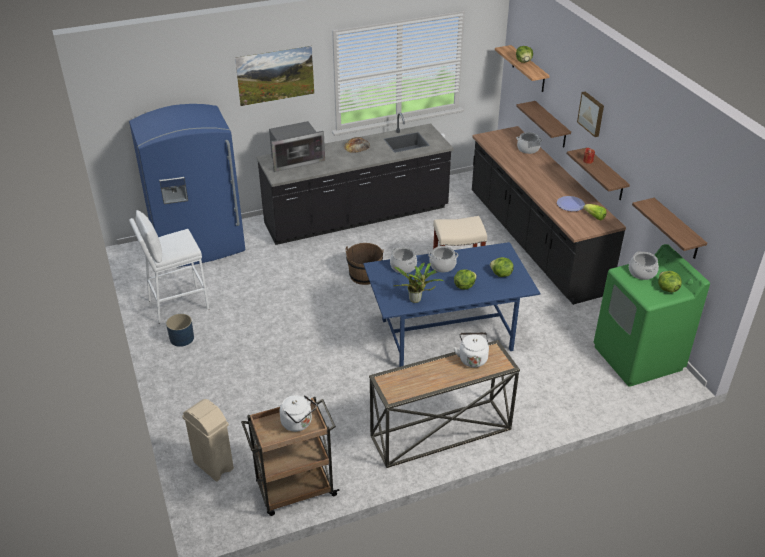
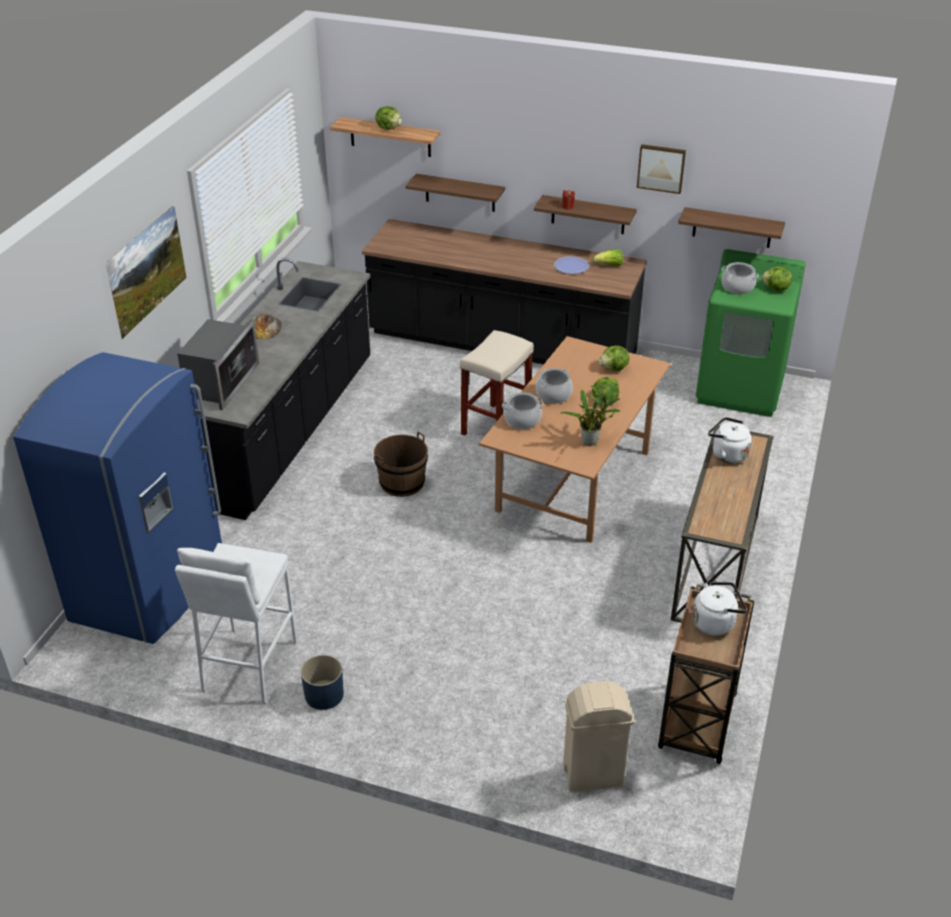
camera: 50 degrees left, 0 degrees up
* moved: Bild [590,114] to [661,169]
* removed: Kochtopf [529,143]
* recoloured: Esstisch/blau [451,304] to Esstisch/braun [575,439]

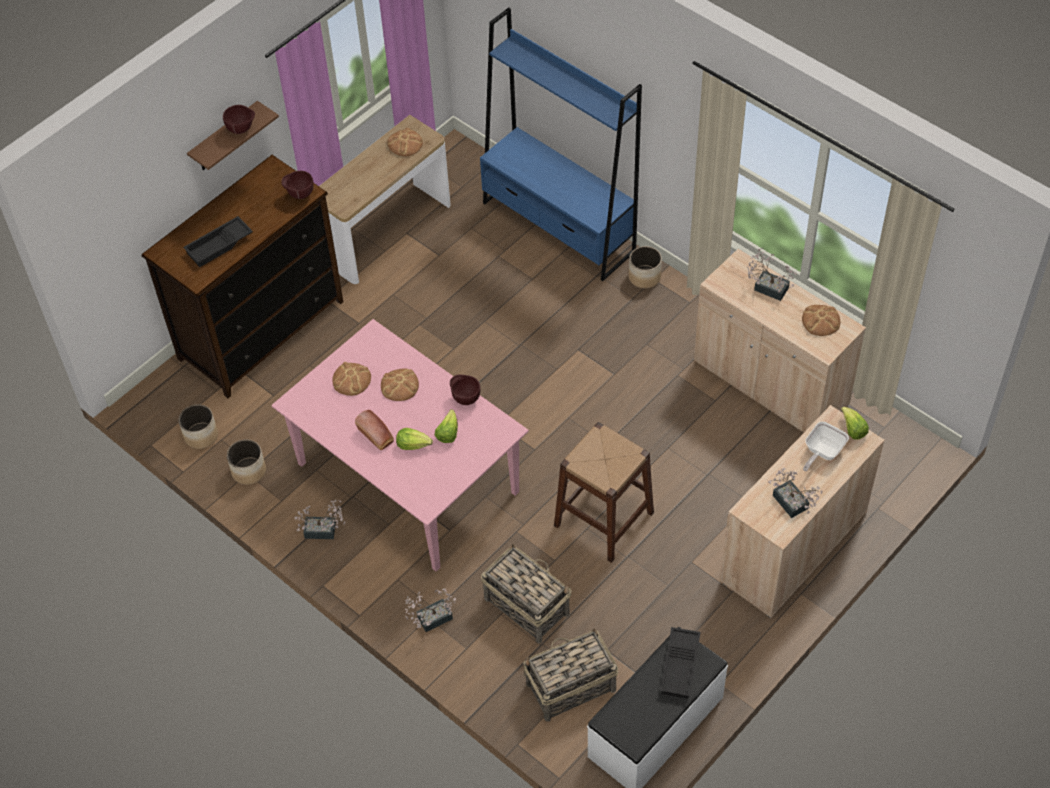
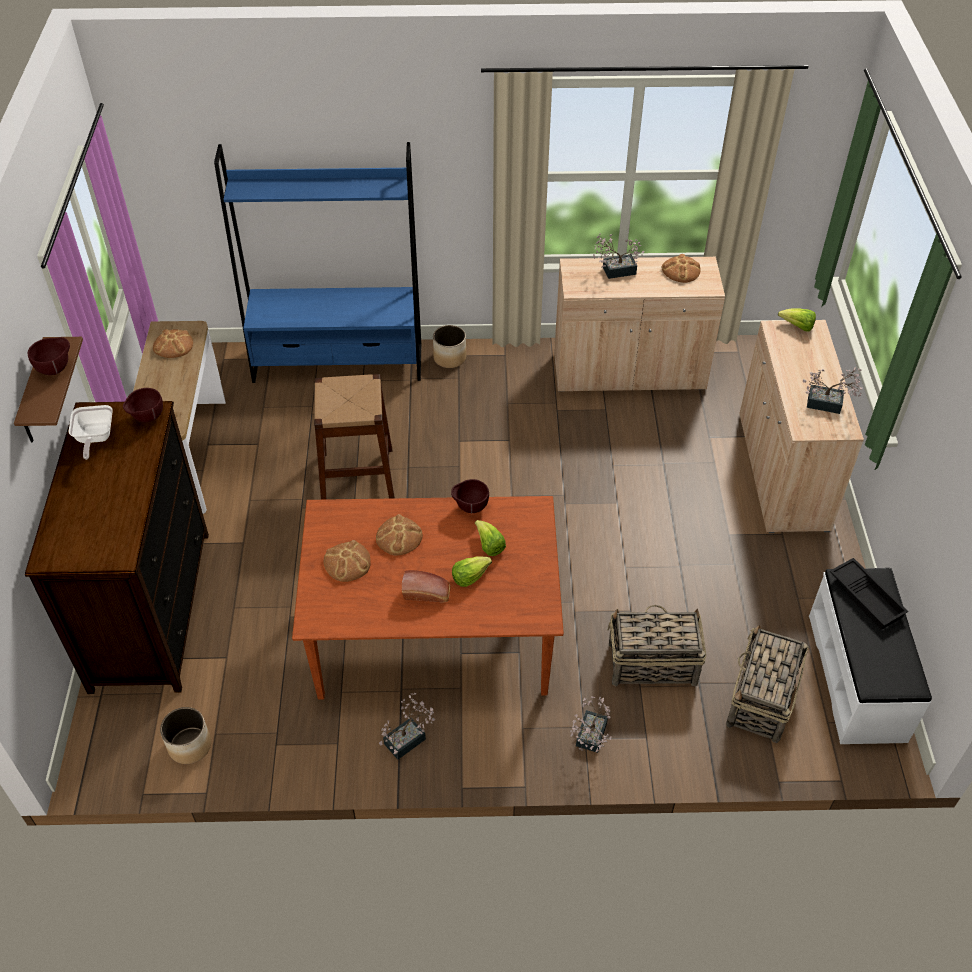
camera: 45 degrees left, 5 degrees down
* removed: Tablett/schwarz [218,241]
* recoloured: Esstisch/rosa [400,445] to Esstisch/braun [428,598]
* moved: Hocker/braun [604,492] to [354,437]
* moved: Pfanne [826,446] to [91,432]
* removed: Pflanzkübel [246,462]

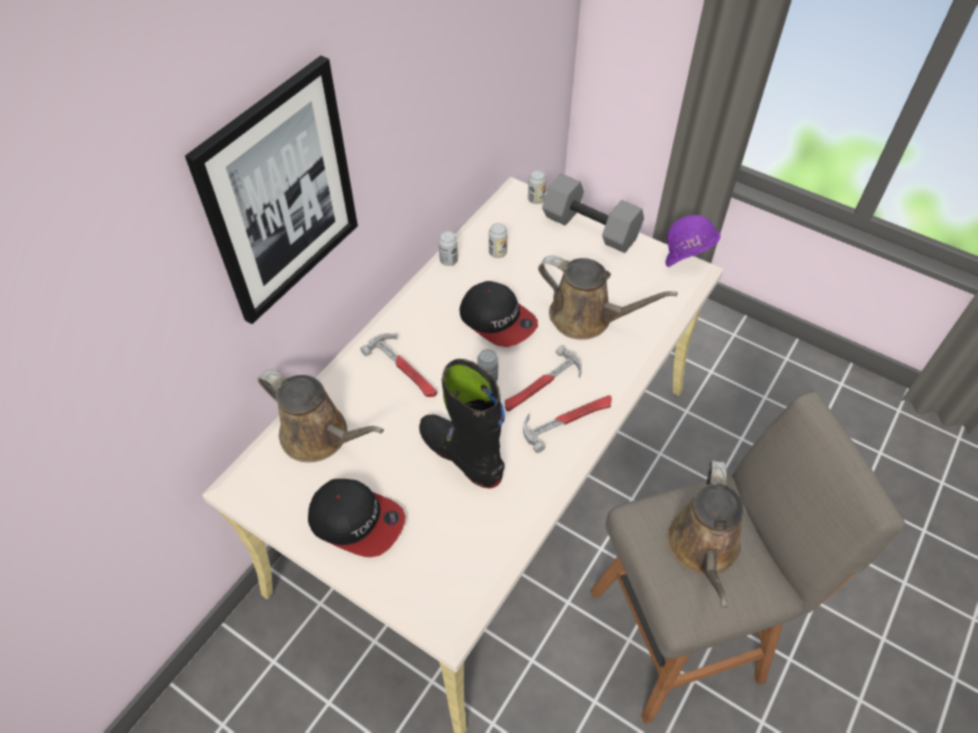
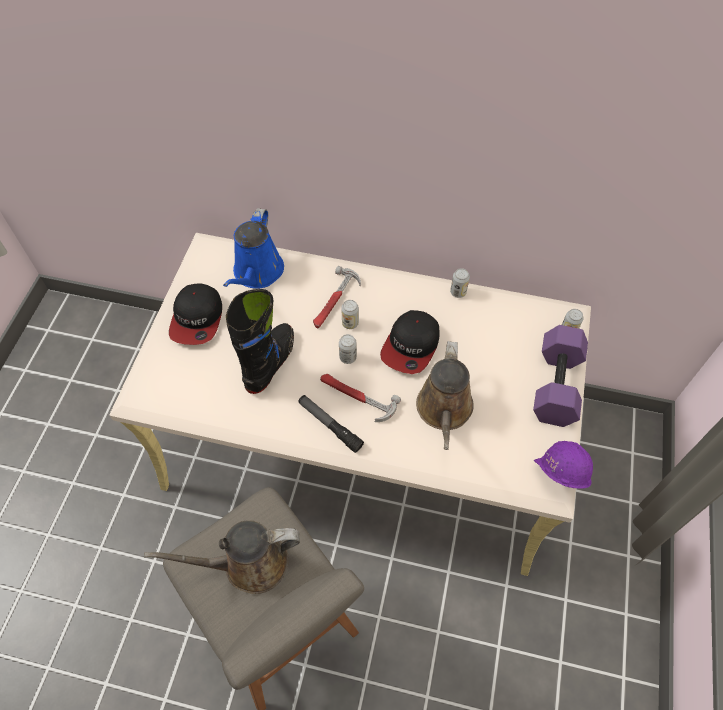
camera: 70 degrees right, 5 degrees up
* removed: Bild [271,190]
* recoloured: Hantel/grau [593,213] to Hantel/lila [560,376]
* moved: Dose [498,240] to [350,314]
* recoloured: Gießkanne/braun [321,415] to Gießkanne/blau [253,248]
* replaced: Hammer [567,424] to Taschenlampe [331,424]

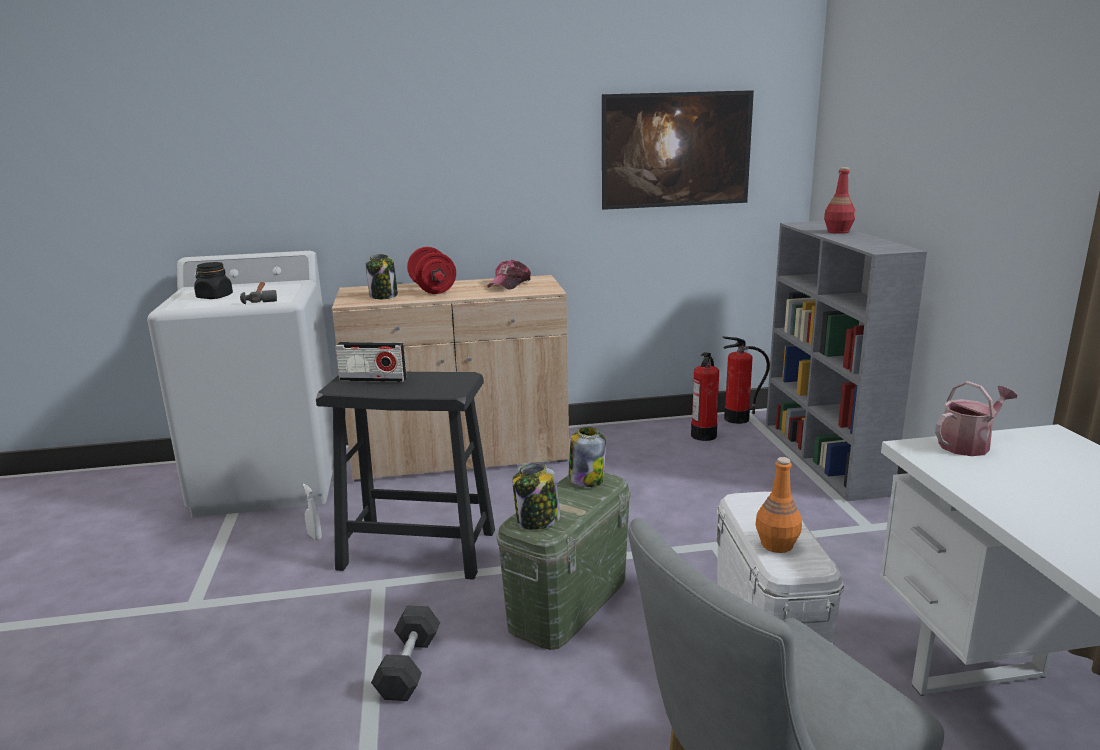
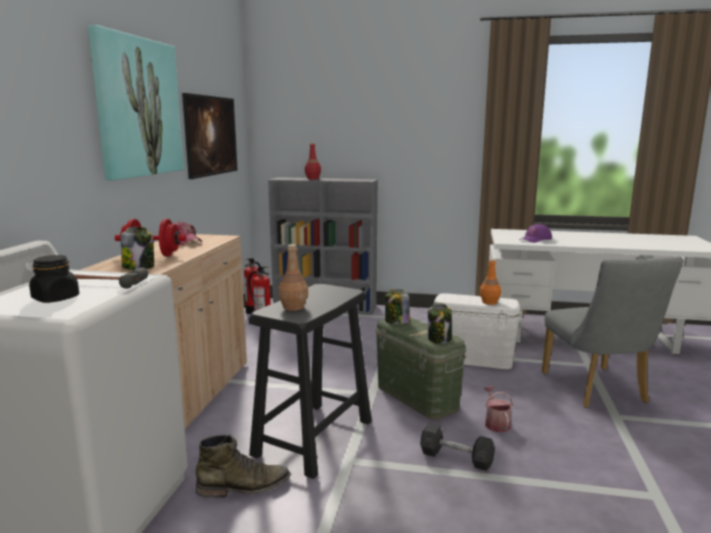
camera: 70 degrees left, 5 degrees down
* replaced: Radio [371,362] to Flasche/braun [293,277]
* moved: Gießkanne [976,418] to [498,409]
* replaced: Sprühflasche/weiß [312,512] to Stiefel/grün [243,466]
* added: Bild [136,102]
* added: Kappe/lila [536,233]

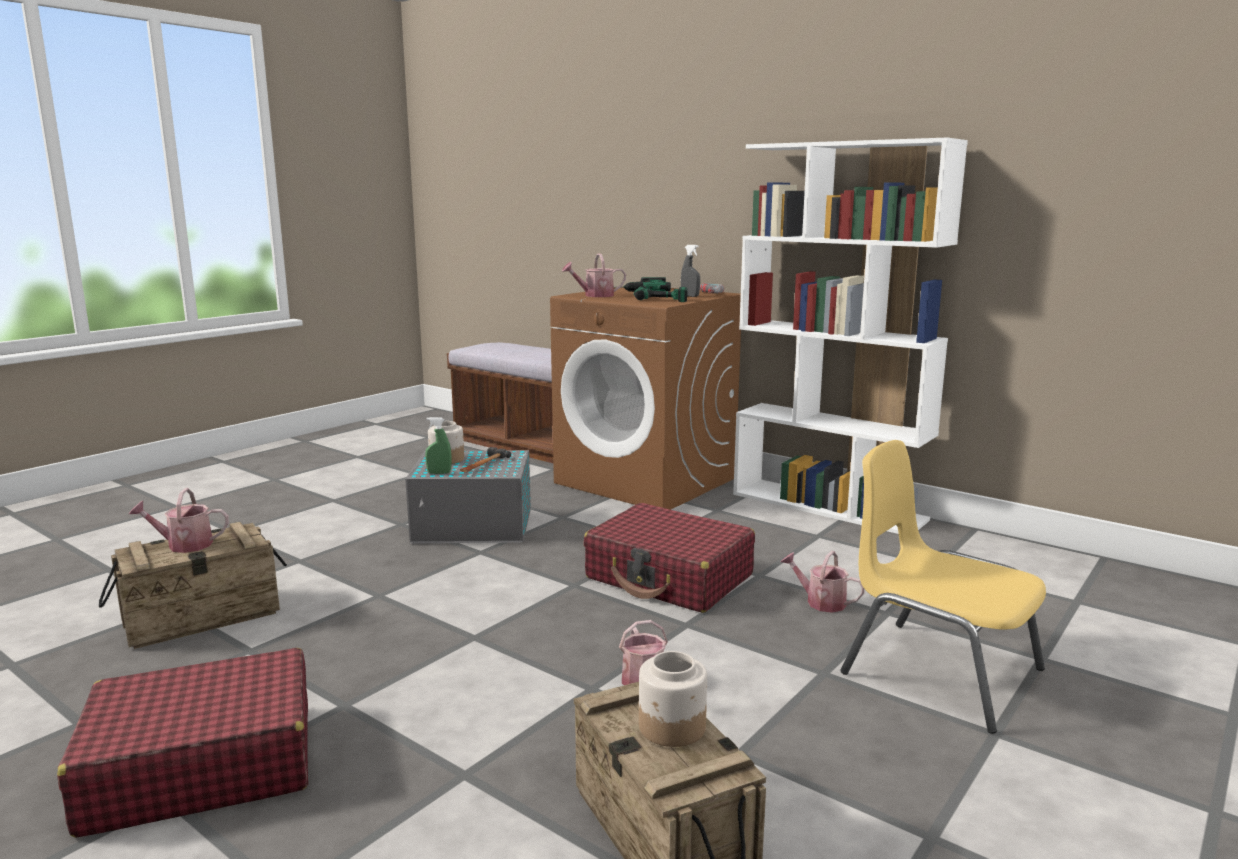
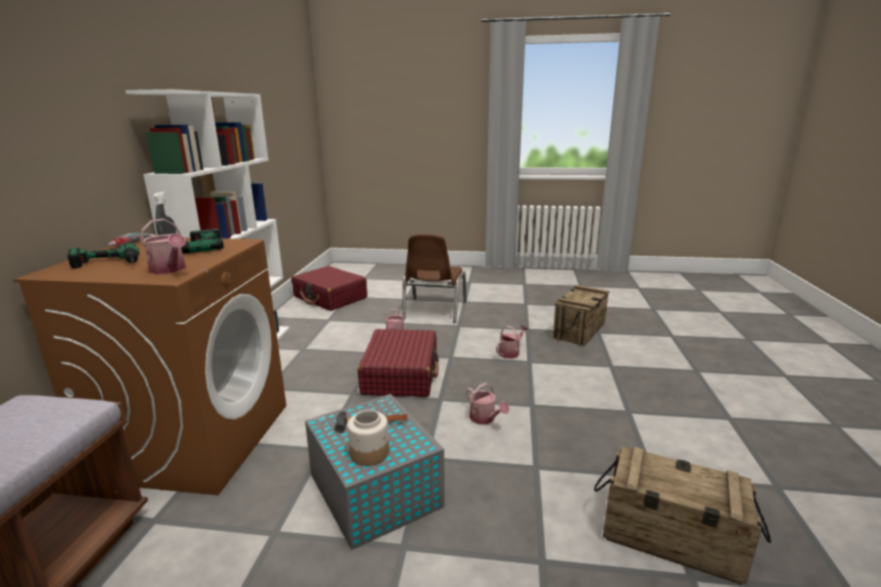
camera: 120 degrees left, 5 degrees up
* removed: Sprühflasche/grün [438,445]
* recoloured: Stuhl/gelb [943,587] to Stuhl/braun [434,278]
* moved: Gießkanne [179,520] to [487,403]
* moved: Koffer/rot [182,743] to [329,288]
* removed: Vorratsglas [673,699]

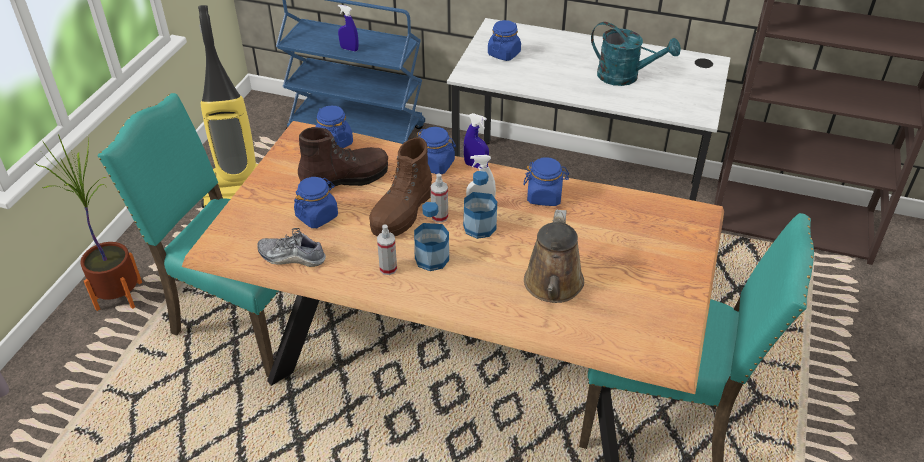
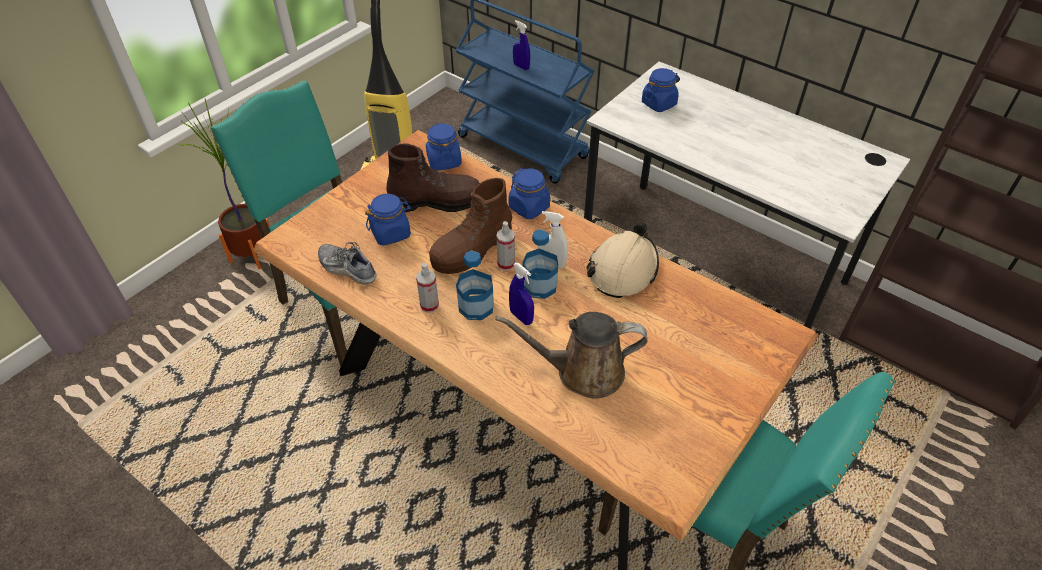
camera: 20 degrees right, 5 degrees up
* removed: Gießkanne/türkis [636,54]
* moved: Sprühflasche/blau [476,140] to [521,293]
* replaced: Vorratsglas/blau [546,181] to Schutzhelm/beige [623,260]
* turned: Gießkanne/braun [554,256] = [571,355] 60 degrees clockwise

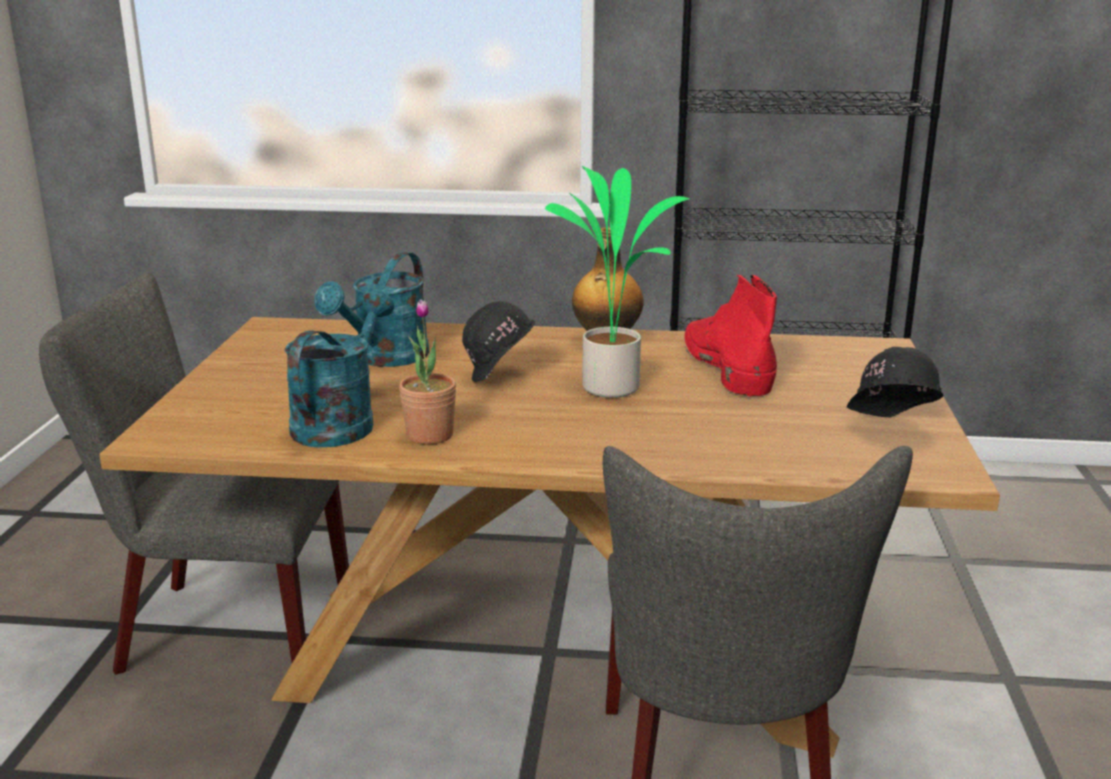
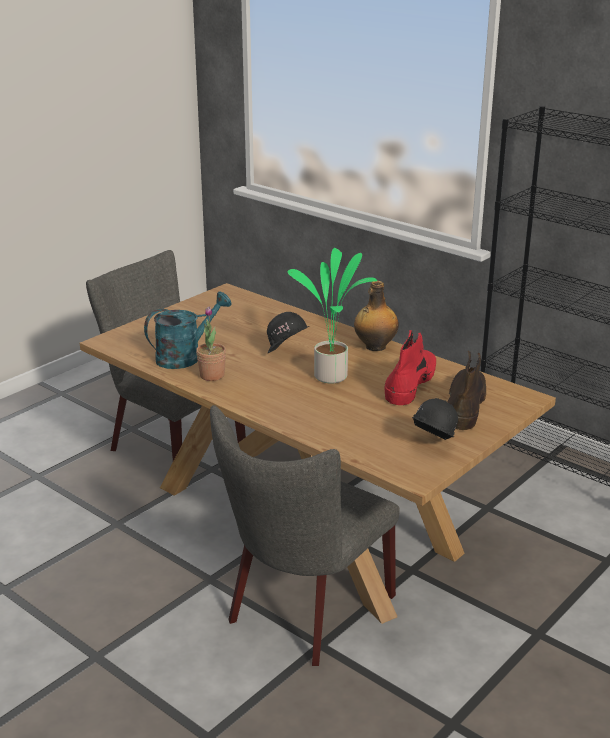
camera: 35 degrees right, 5 degrees up
* removed: Gießkanne/türkis [372,309]
* added: Stiefel/braun [467,390]

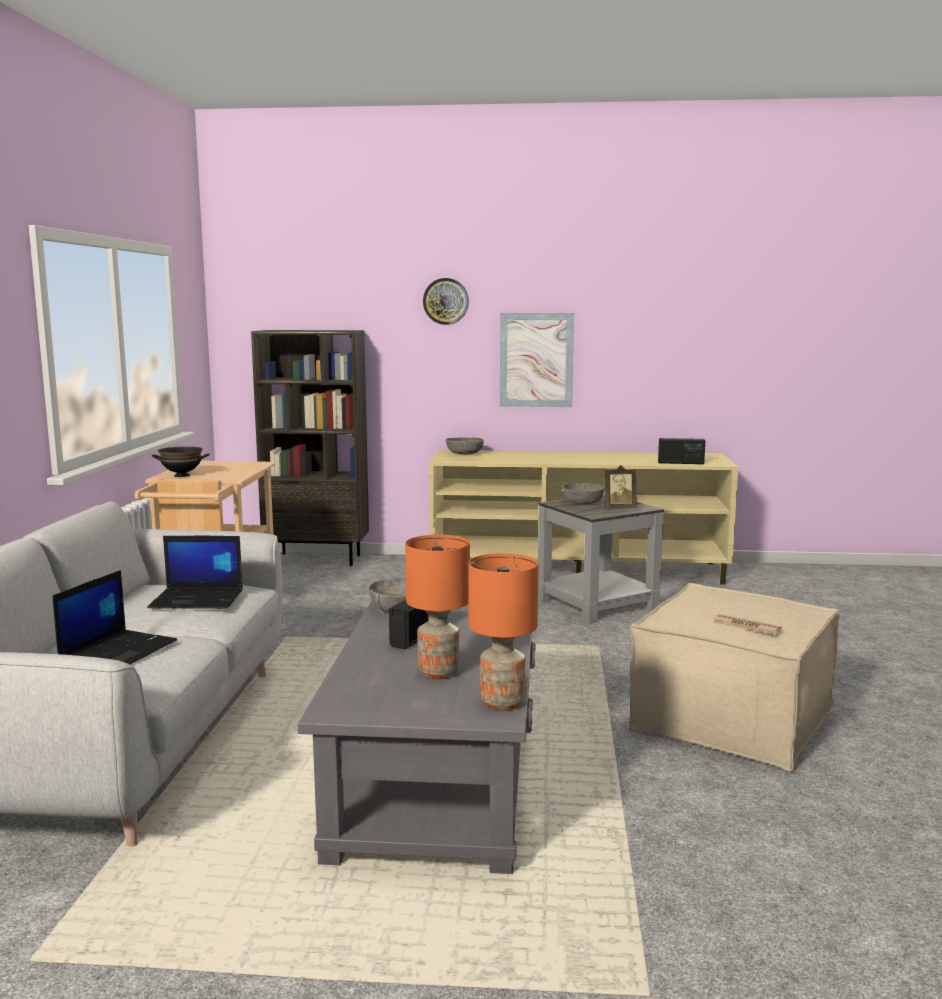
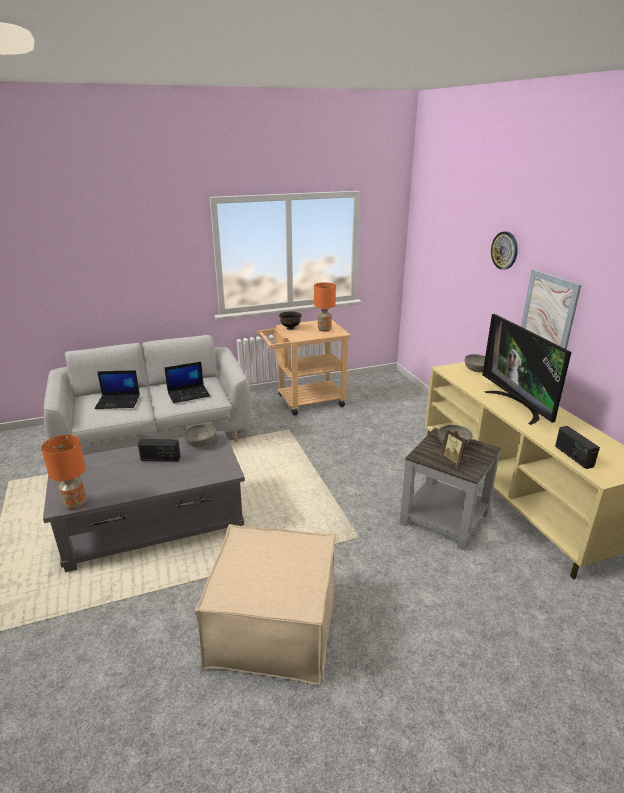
camera: 65 degrees right, 15 degrees up
* removed: Bücherregal/braun [310,448]
* moved: Tischlampe/orange [437,607] to [325,307]
* turned: Laptop [195,572] = [187,382] 90 degrees counterclockwise
* removed: Zeitung [747,624]
* added: Fernseher [526,369]

